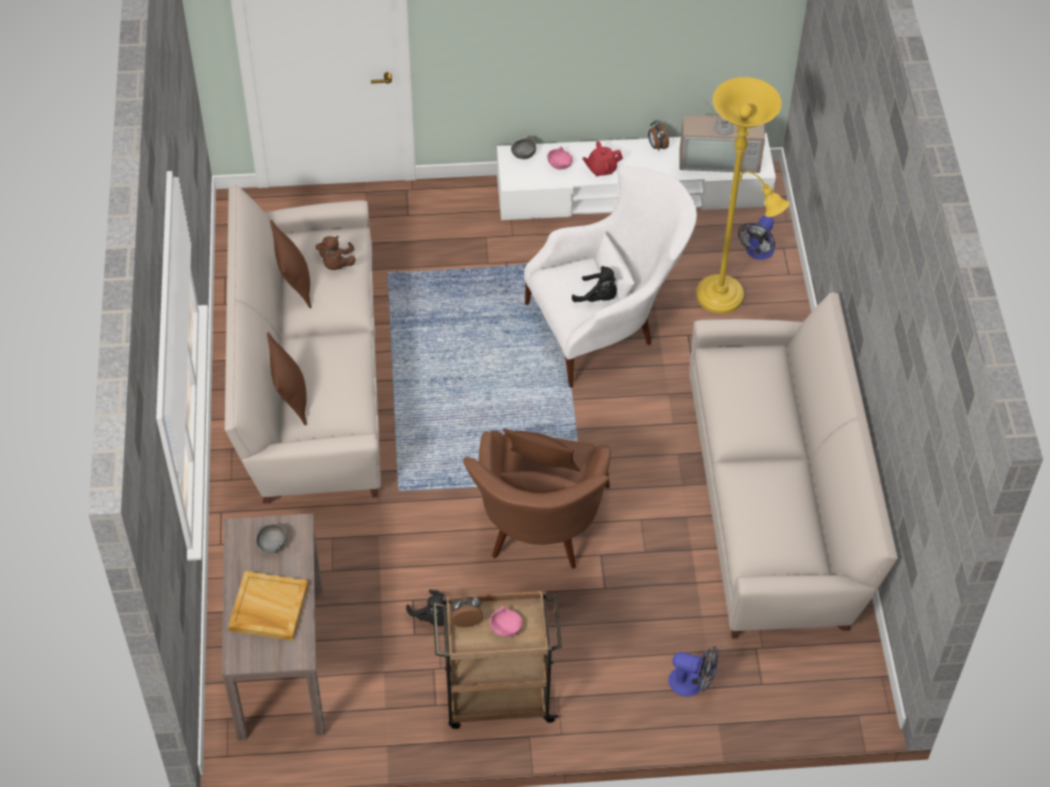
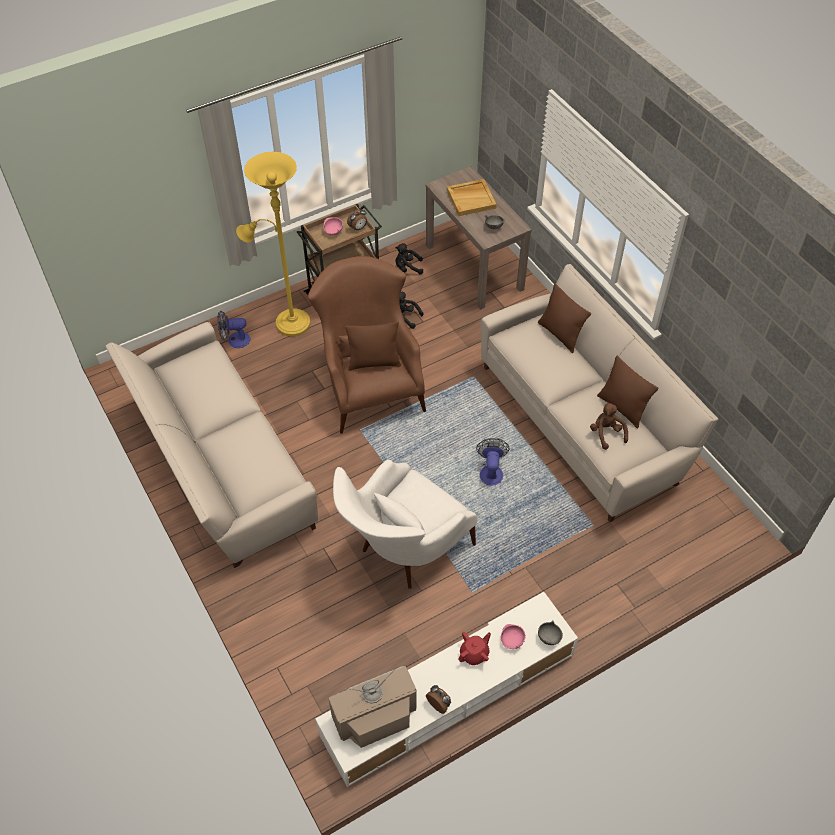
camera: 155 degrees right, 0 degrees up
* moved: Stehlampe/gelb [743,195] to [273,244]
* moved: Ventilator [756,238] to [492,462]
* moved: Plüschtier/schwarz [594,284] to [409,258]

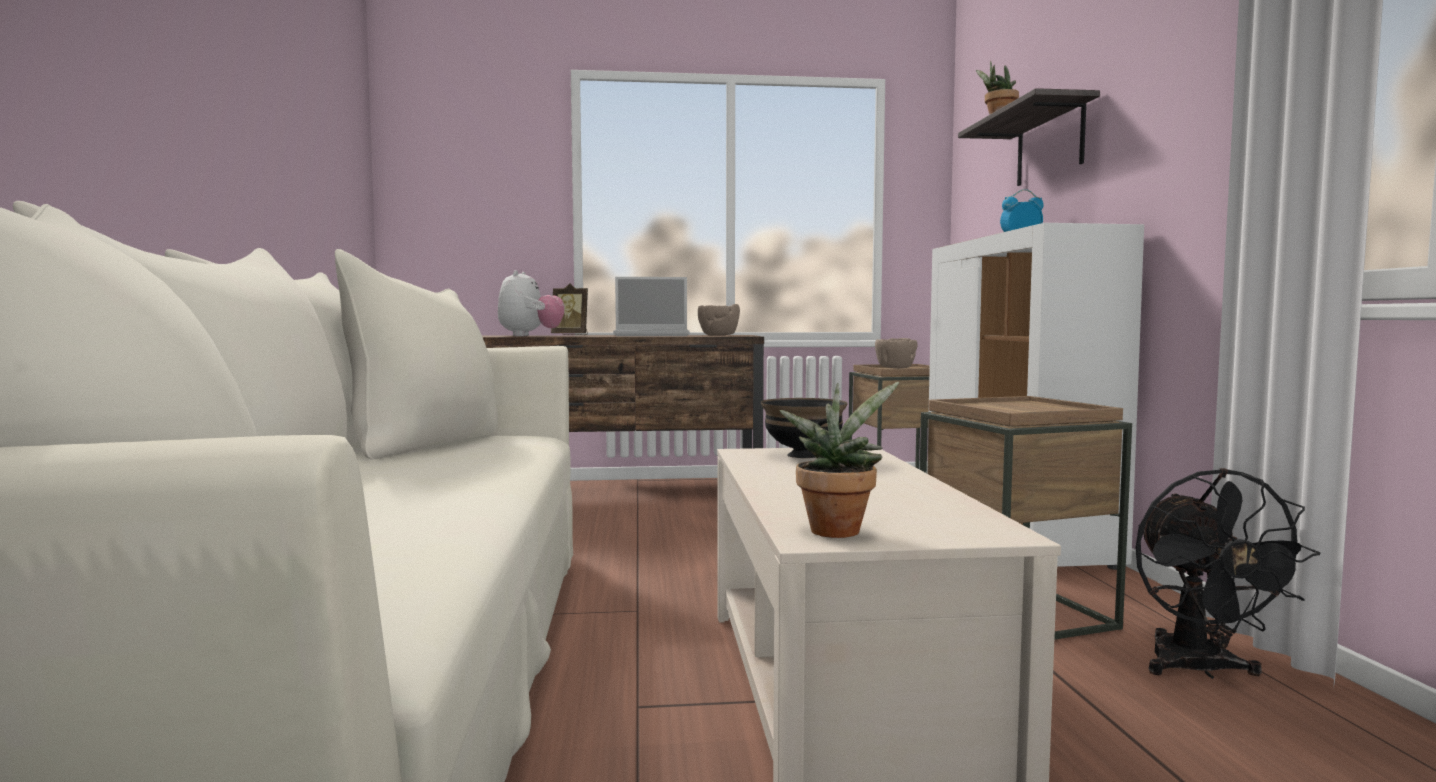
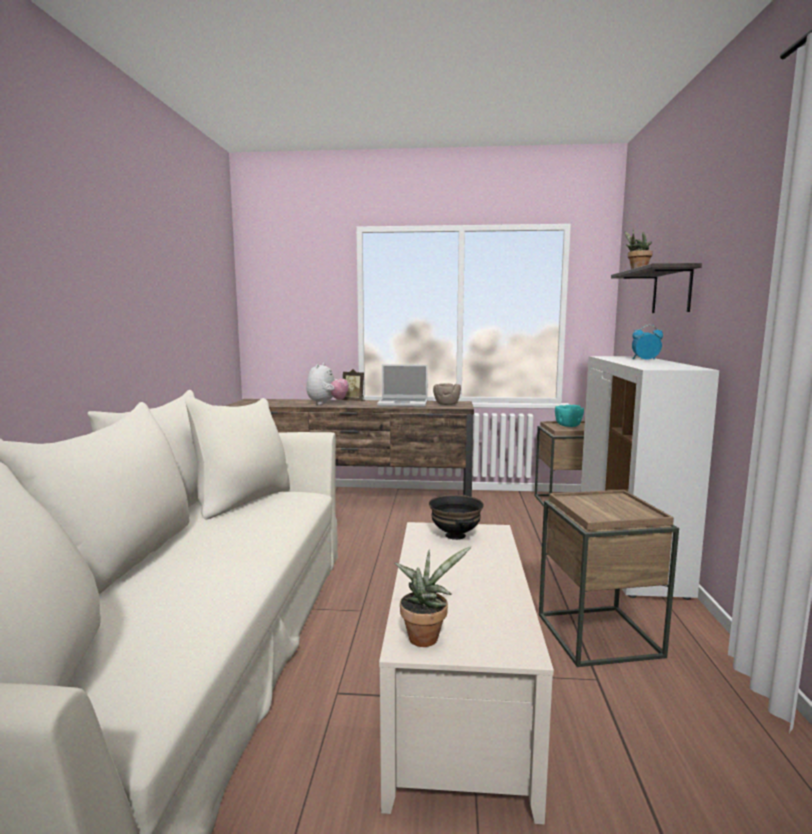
camera: 10 degrees right, 5 degrees up
* recoloured: Schüssel/braun [896,353] to Schüssel/türkis [569,416]
* removed: Ventilator/schwarz [1228,573]

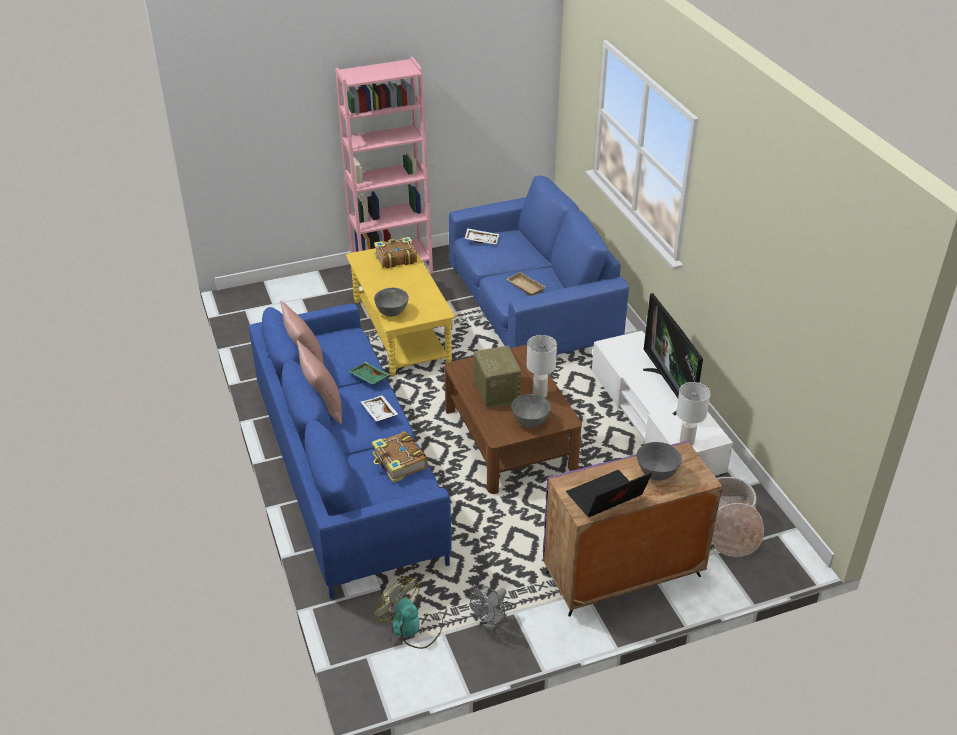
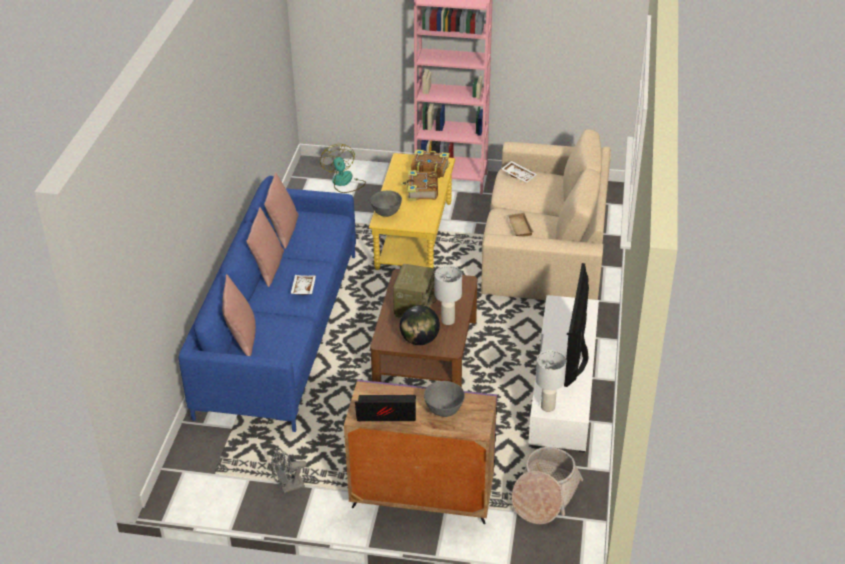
camera: 30 degrees right, 0 degrees up
* recoloured: Sofa/blau [539,265] to Sofa/beige [546,214]
* removed: Tablett/grün [369,373]
* replaced: Schüssel/grau [531,411] to Globus [420,325]
* moved: Buch [399,457] to [419,185]
* moved: Ventilator [409,612] to [343,168]
* added: Kissen/rosa [239,315]

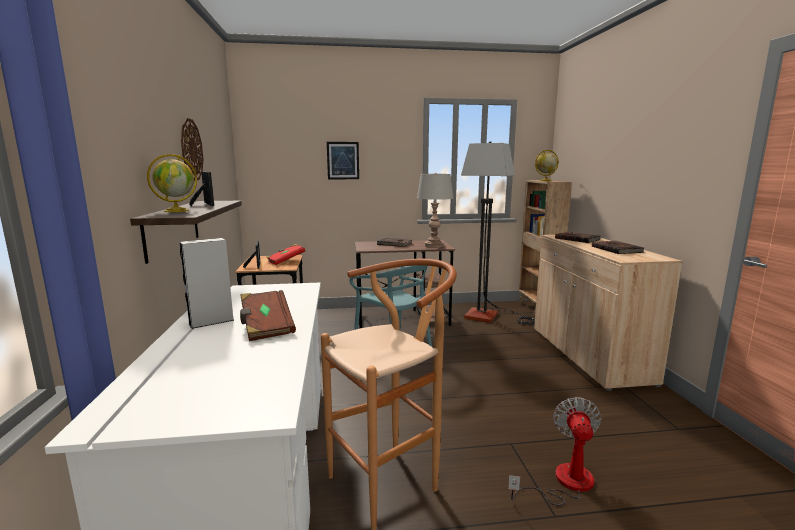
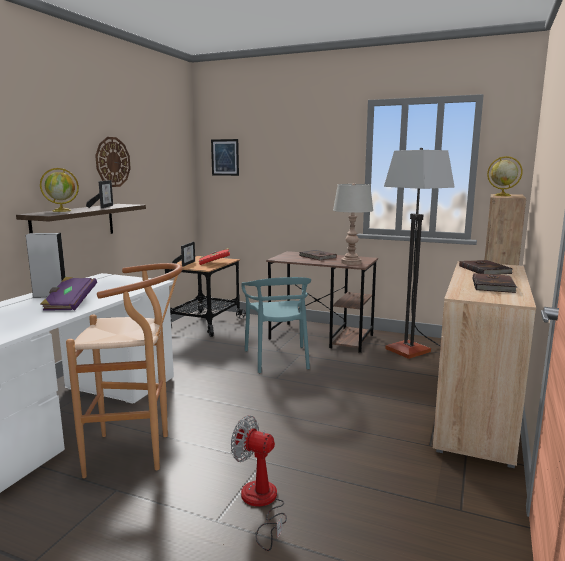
camera: 30 degrees right, 0 degrees up
* moved: Bild [343,160] to [225,157]
* recoloured: Buch/braun [268,315] to Buch/lila [69,293]
* turned: Ventilator [554,451] = [259,483] 105 degrees counterclockwise

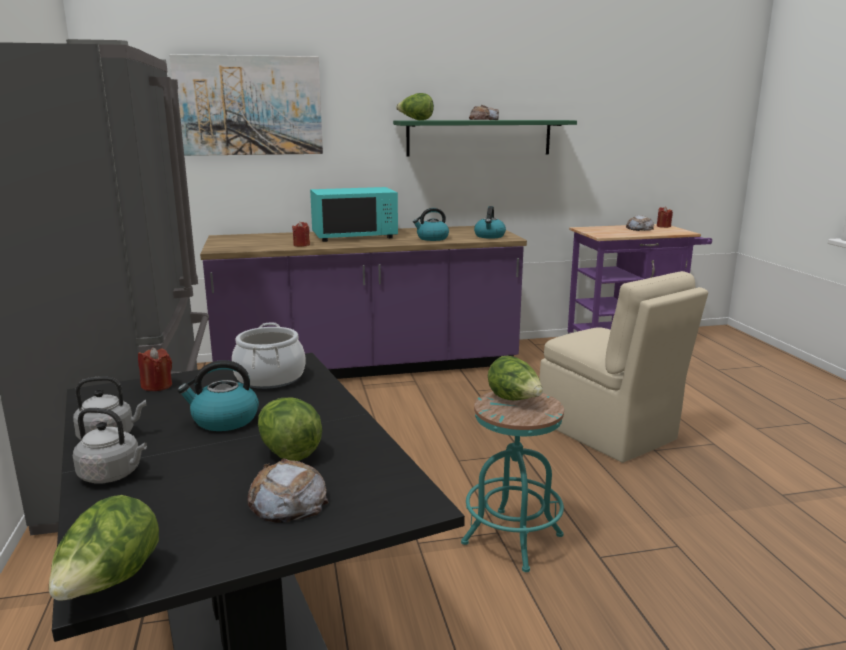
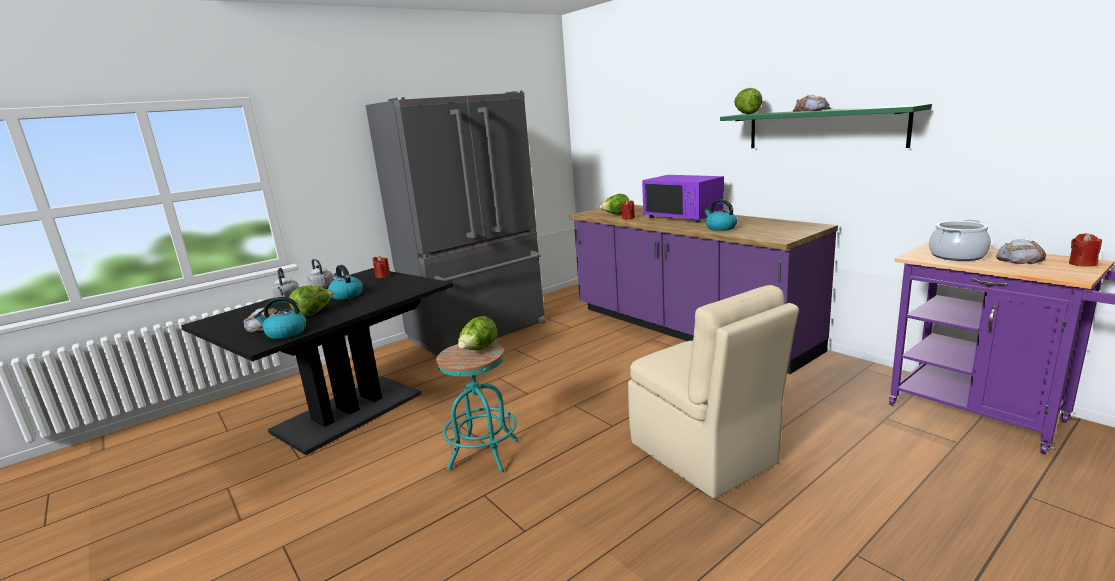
camera: 65 degrees right, 0 degrees up
* removed: Bild [246,105]
* recoloured: Mikrowelle/türkis [354,214] to Mikrowelle/lila [683,199]
* moved: Wasserkessel [490,222] to [280,318]
* turned: Stuhl/beige [623,367] = [713,391] 60 degrees counterclockwise
* moved: Kochtopf [269,356] to [960,240]
* moved: Salatkopf [104,548] to [614,204]

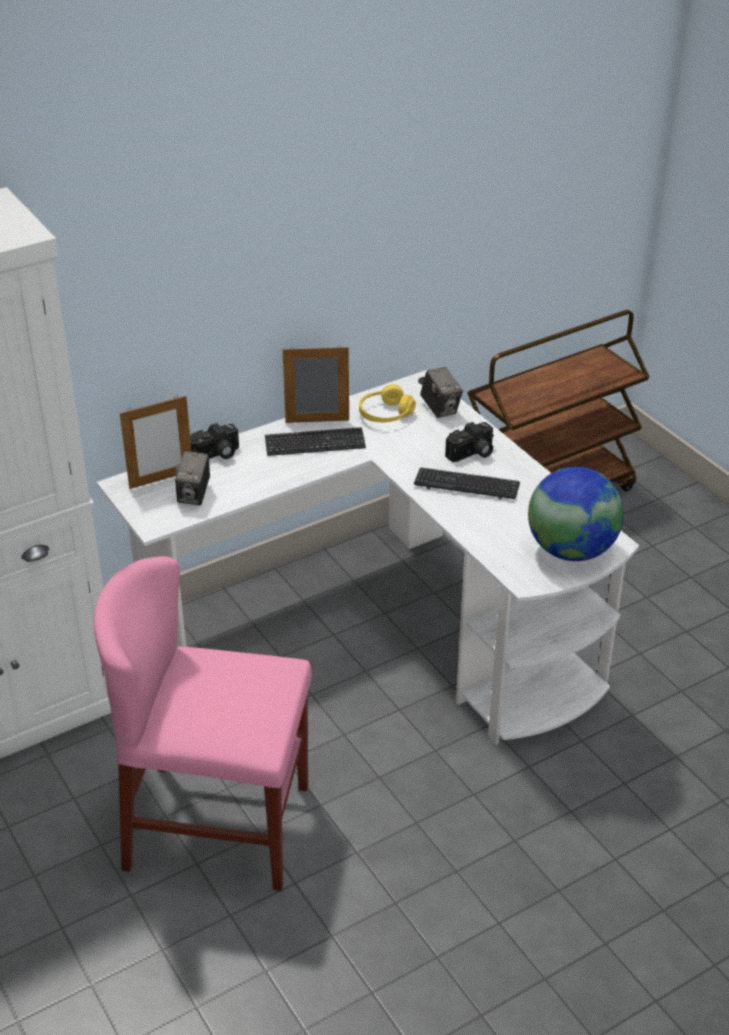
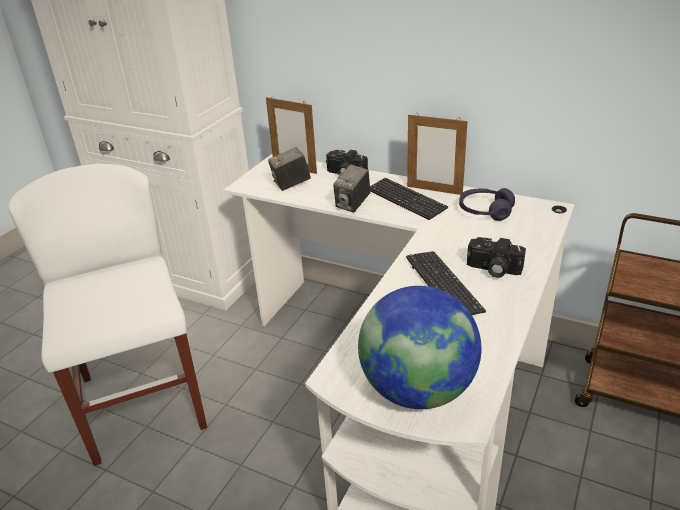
camera: 60 degrees right, 5 degrees down
* turned: Bilderrahmen [316,384] = [437,154] 150 degrees clockwise
* moved: Kamera [441,392] to [351,188]
* recoloured: Kopfhörer/gelb [387,403] to Kopfhörer/lila [487,204]
* recoloured: Stuhl/rosa [203,723] to Stuhl/weiß [107,315]

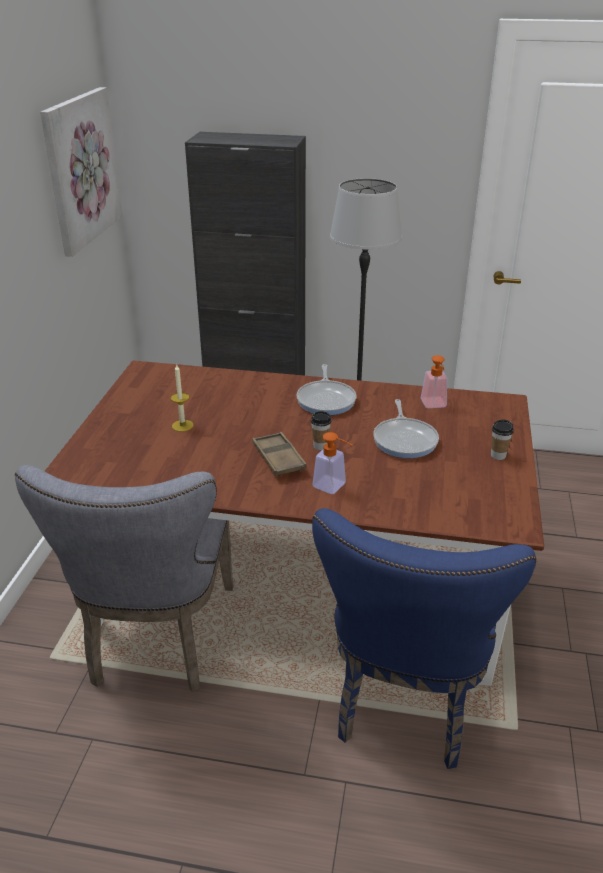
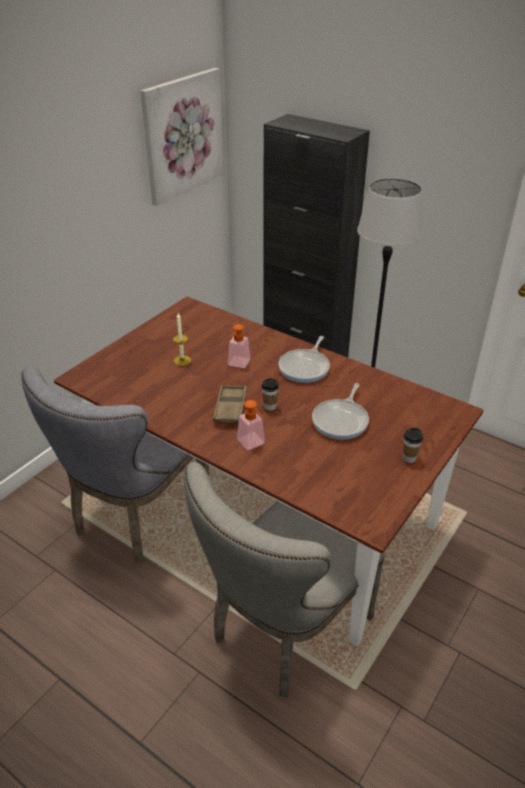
camera: 25 degrees right, 5 degrees up
* moved: Seifenspender [434,381] to [239,346]
* recoloured: Stuhl/blau [424,638] to Stuhl/grau [284,580]

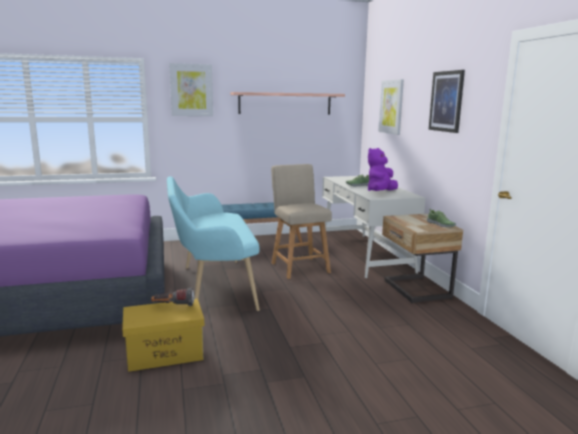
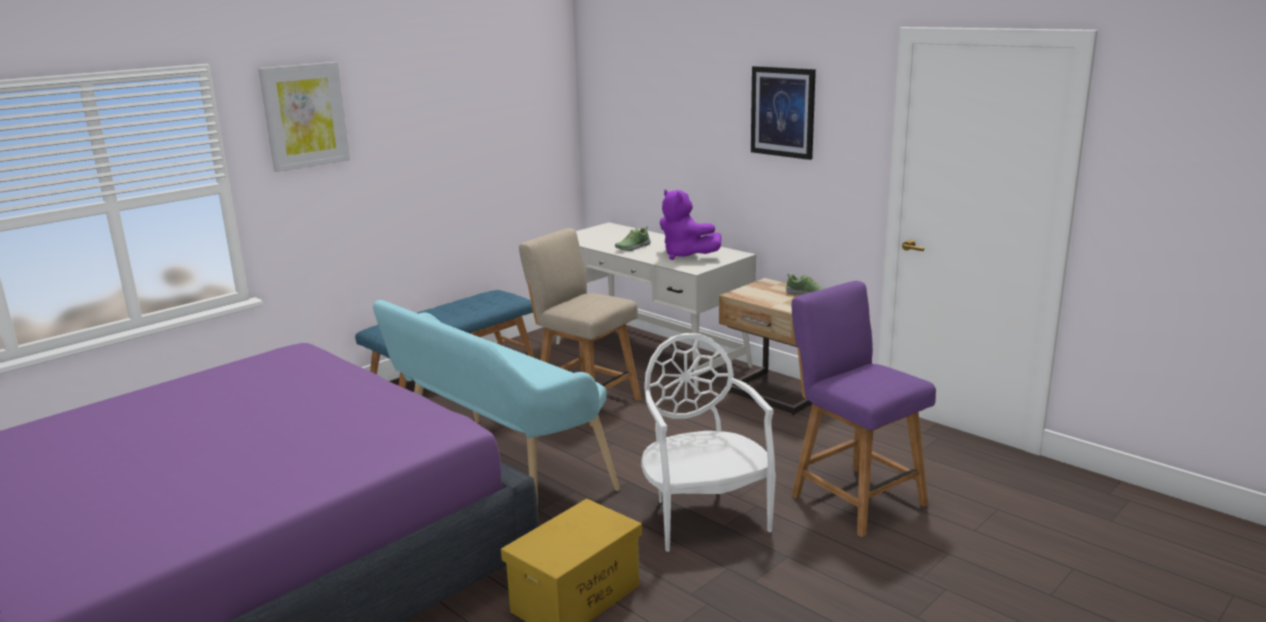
camera: 30 degrees left, 5 degrees up
* removed: Bild [391,107]
* removed: Wandregal [287,103]
* turned: Plüschtier/lila [383,169] = [690,224] 45 degrees counterclockwise
* removed: Taschenlampe [173,296]
* added: Stuhl/lila [863,409]
* added: Stuhl/weiß [708,442]

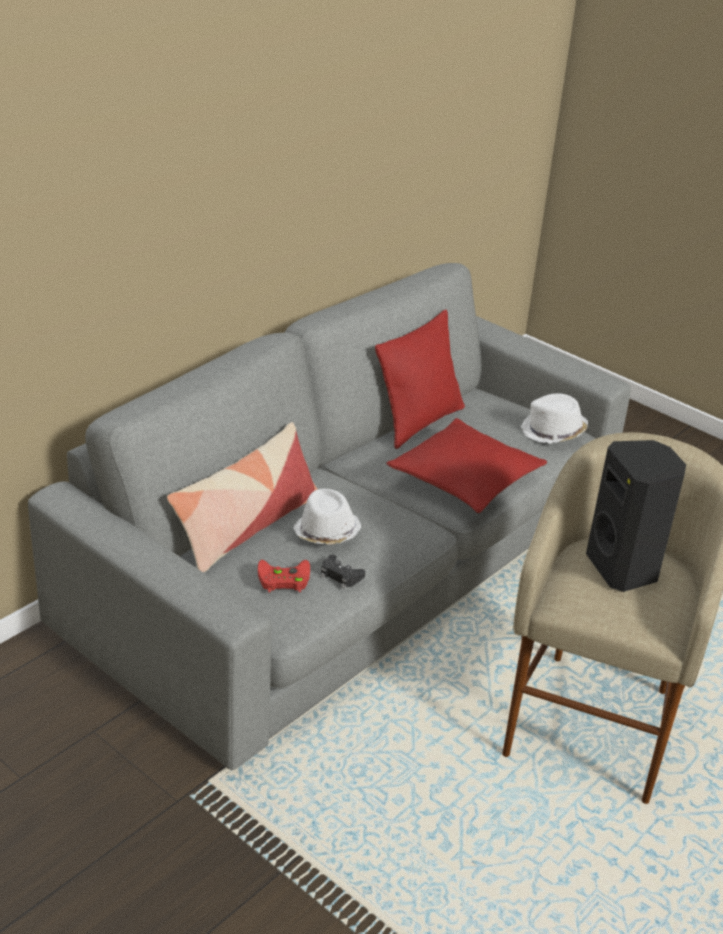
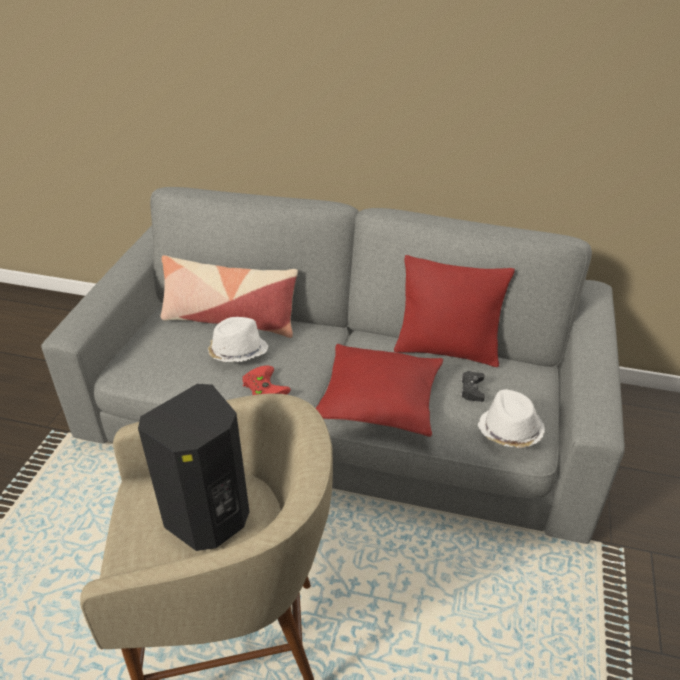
camera: 65 degrees right, 5 degrees up
* moved: Gamepad/schwarz [343,572] to [472,386]
* moved: Gamepad/rot [284,576] to [266,380]

